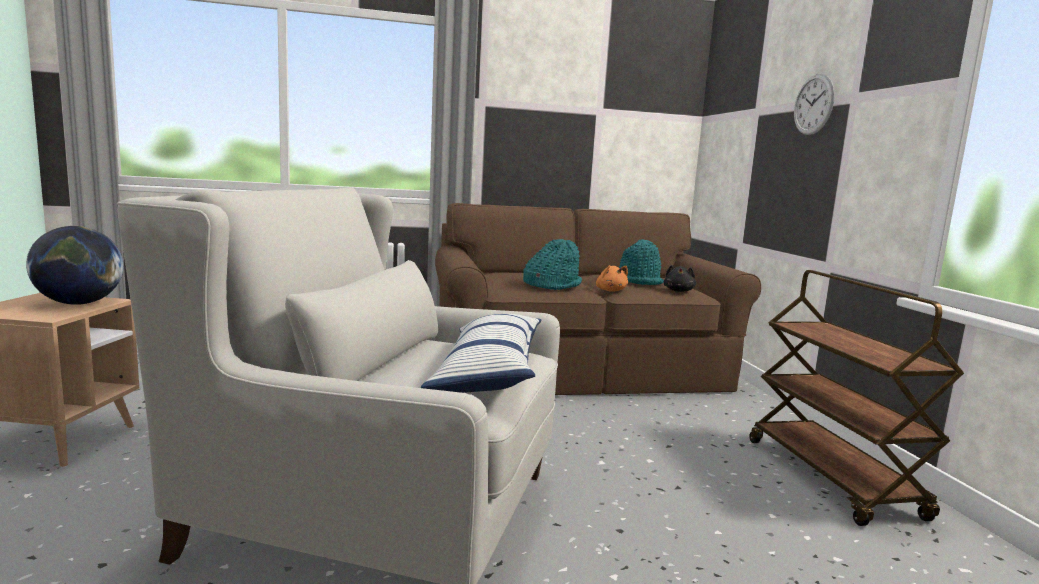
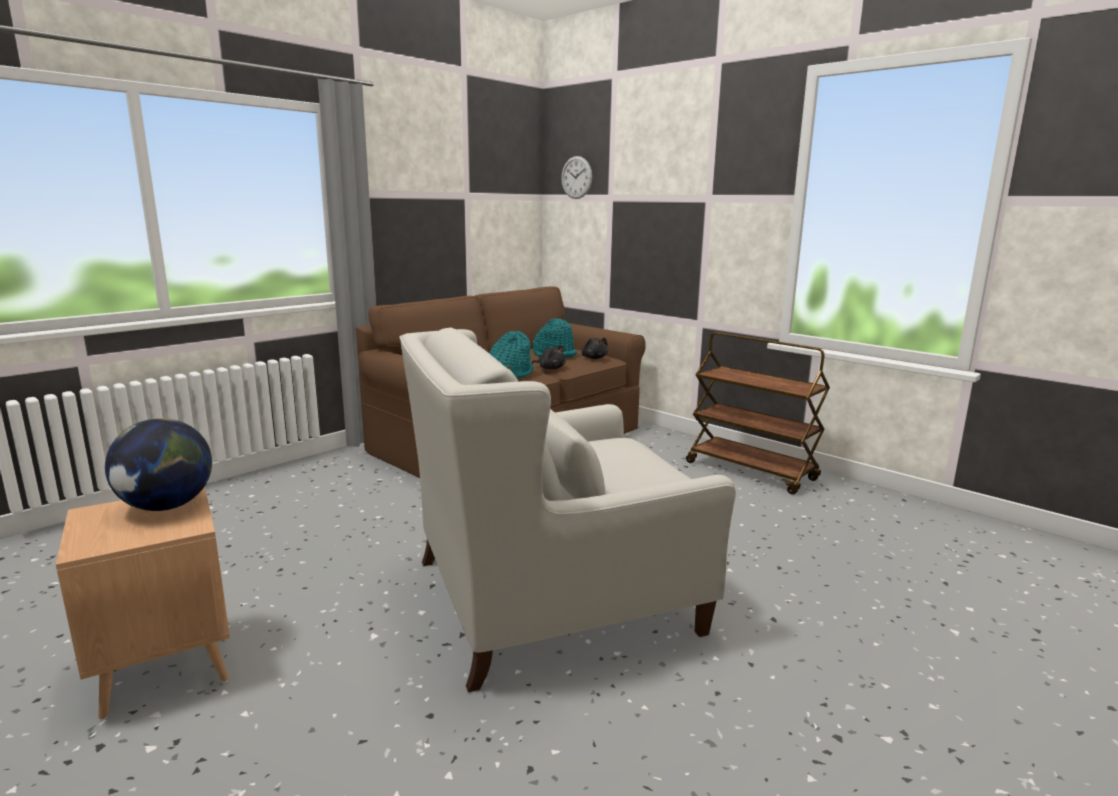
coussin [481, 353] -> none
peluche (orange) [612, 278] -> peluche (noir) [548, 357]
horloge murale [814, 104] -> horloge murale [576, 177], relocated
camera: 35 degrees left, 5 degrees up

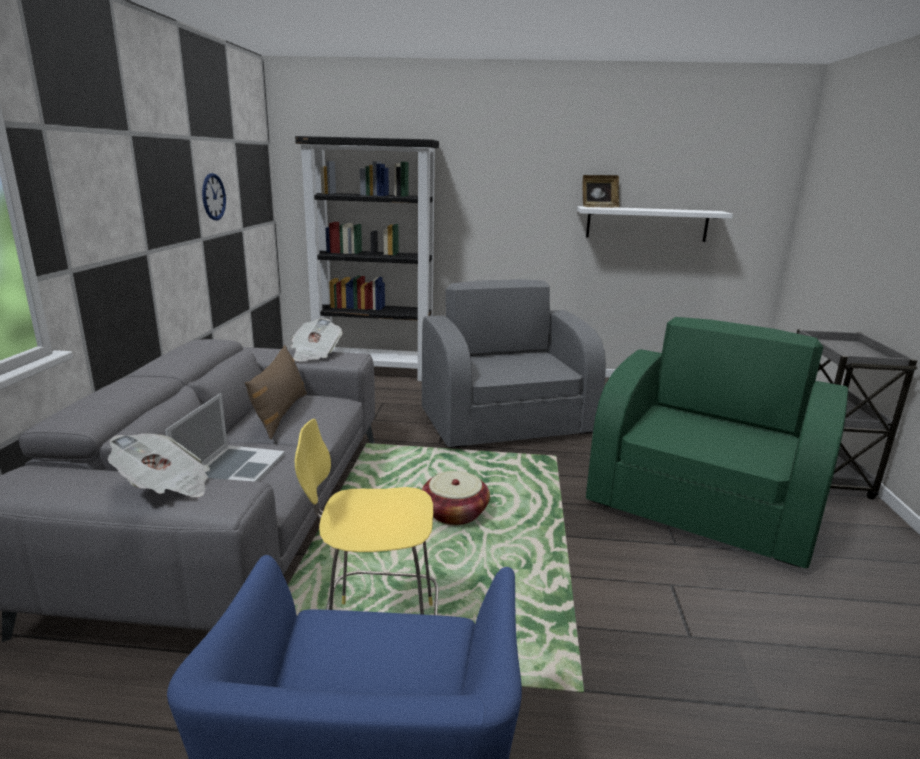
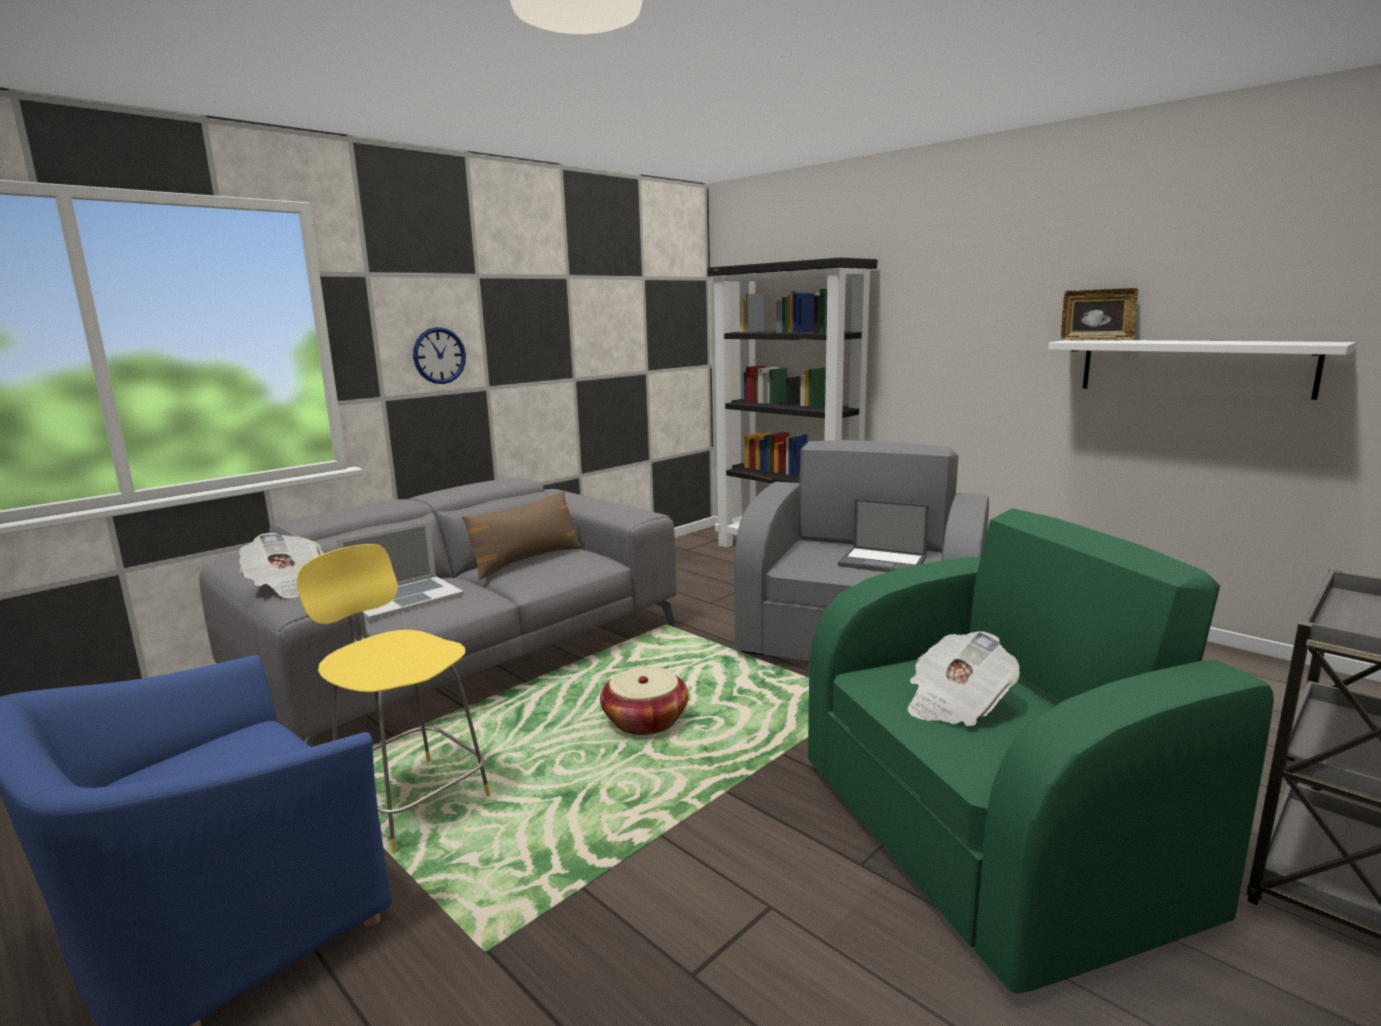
horloge murale [214, 196] -> horloge murale [439, 355], relocated
journal [316, 339] -> journal [964, 678], relocated
none -> ordinateur portable [883, 535]
camera: 40 degrees right, 5 degrees down

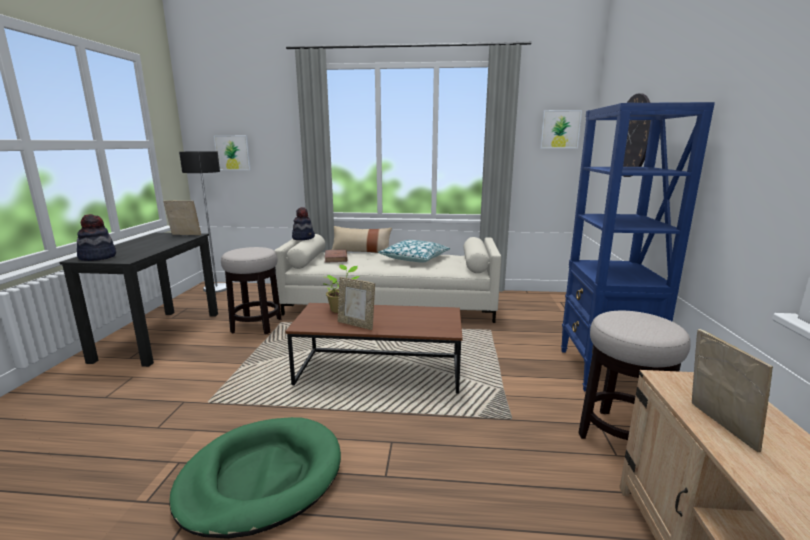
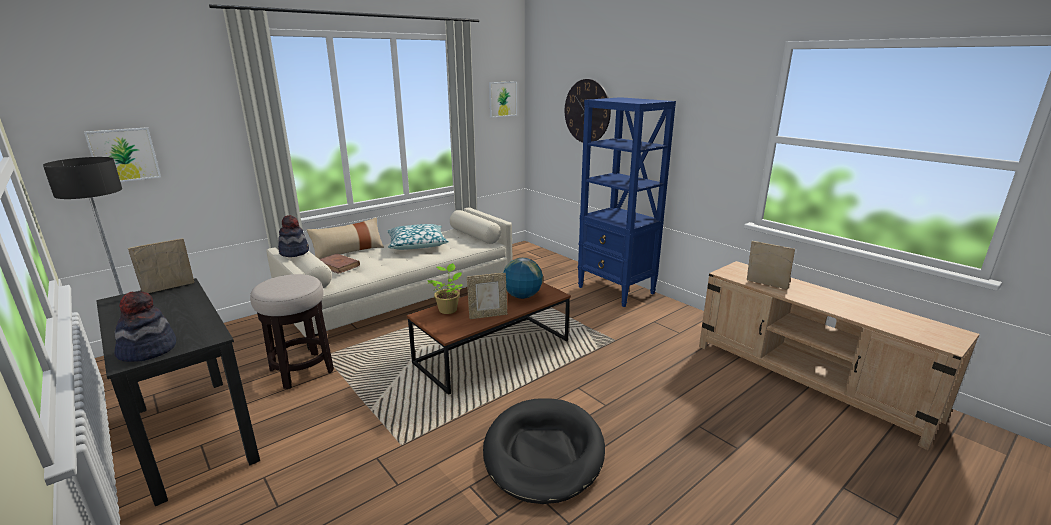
panier pour chien (vert) [255, 478] -> panier pour chien (noir) [544, 451]
tabouret [634, 375] -> none
none -> globe [523, 278]
camera: 45 degrees left, 5 degrees up

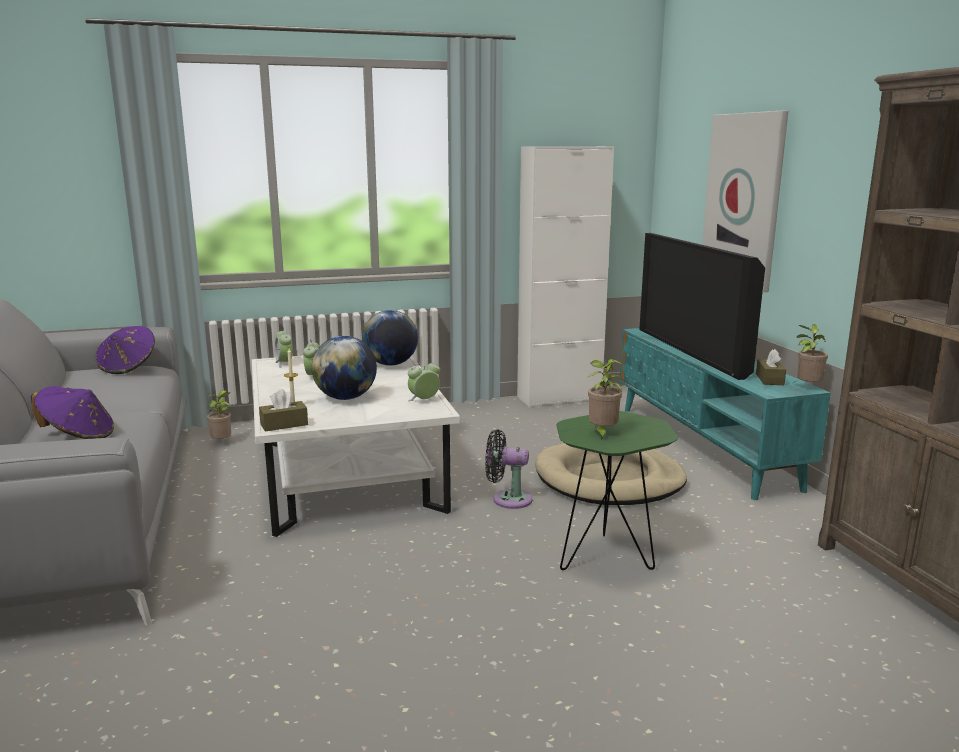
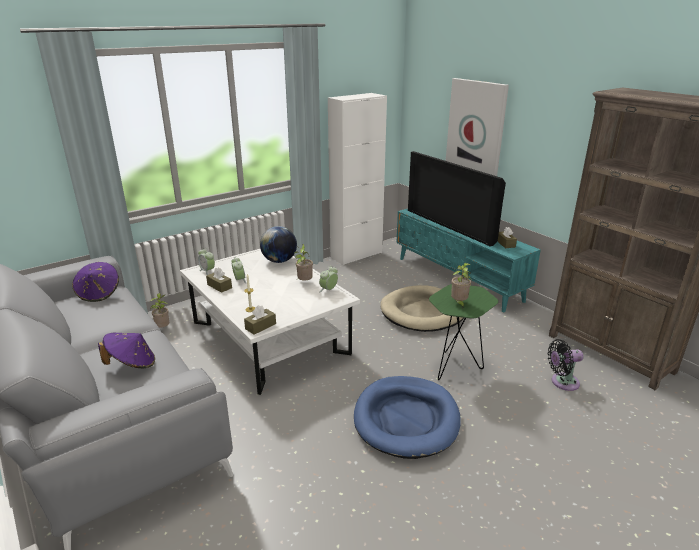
globe [344, 368] -> none
ventilateur (noir) [509, 469] -> ventilateur (noir) [565, 365], relocated
plante en pot [811, 353] -> plante en pot [303, 262], relocated
none -> boîte à mouchoirs (marron) [219, 280]
none -> panier pour chien (bleu) [407, 417]
camera: 20 degrees left, 10 degrees up

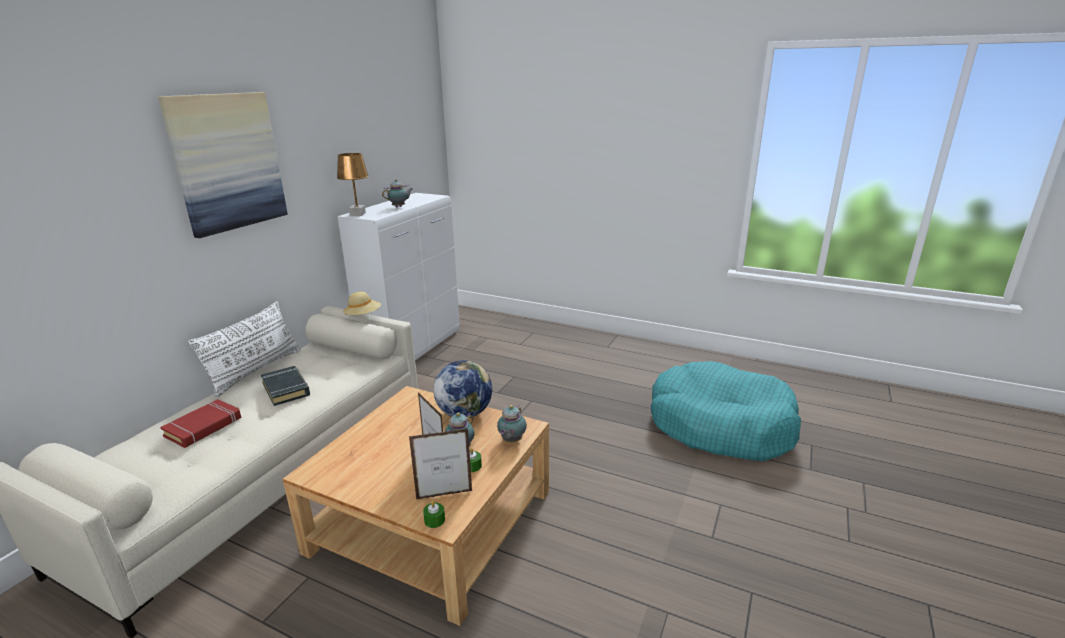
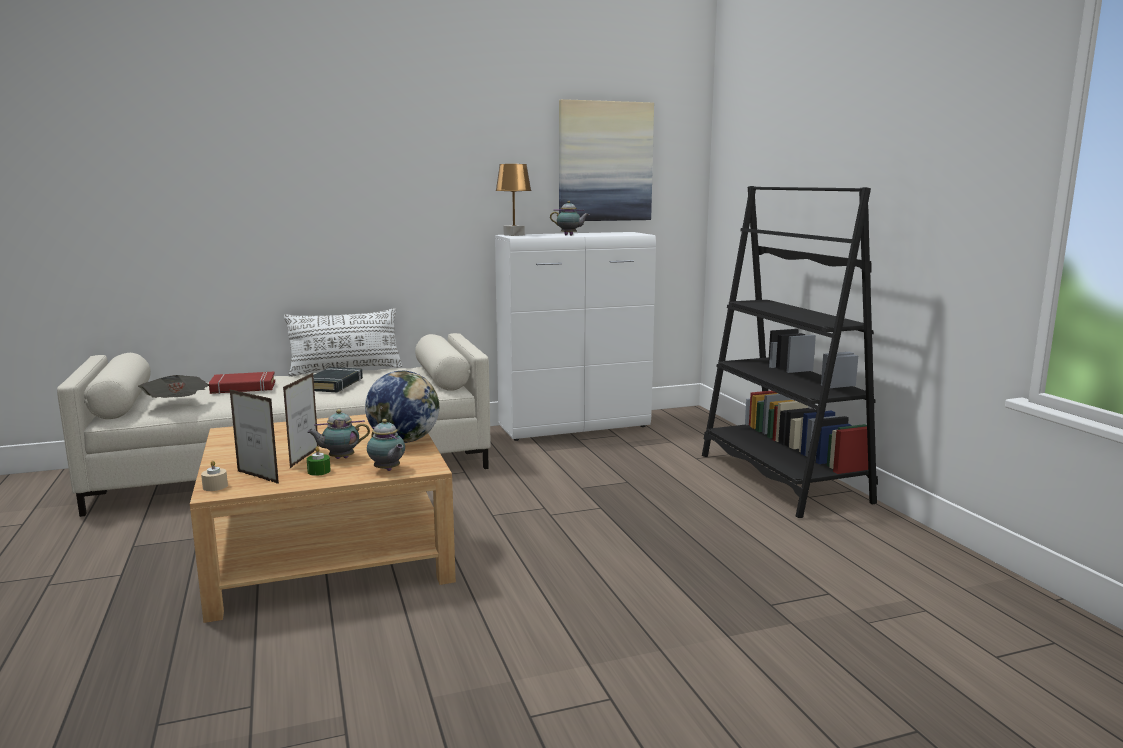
tableau [223, 165] -> tableau [606, 160], relocated
chapeau (beige) [362, 303] -> none
bougie (vert) [434, 514] -> bougie (beige) [214, 475]
théière [512, 424] -> théière [386, 445], 105 degrees counterclockwise
panier pour chien (turquoise) [726, 411] -> none
none -> journal [173, 386]
none -> bibliothèque (noir) [790, 352]
camera: 45 degrees right, 10 degrees down

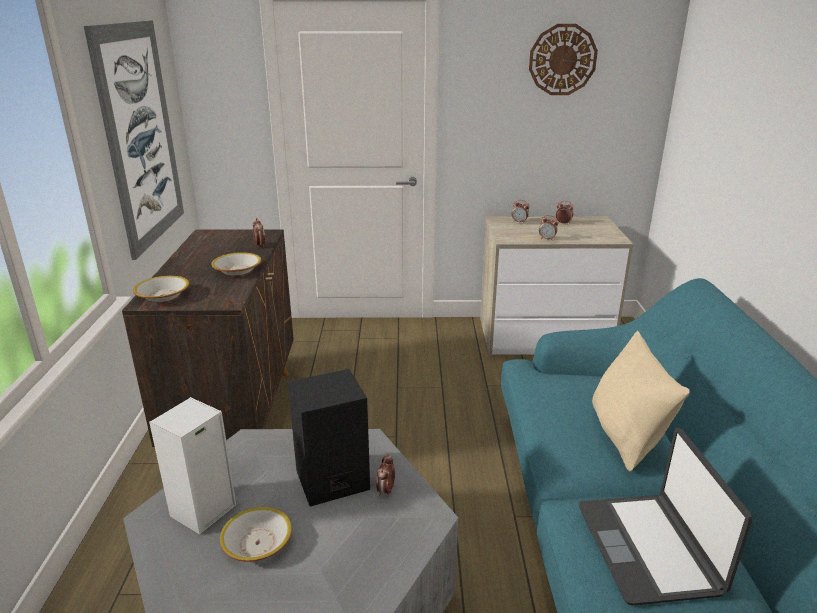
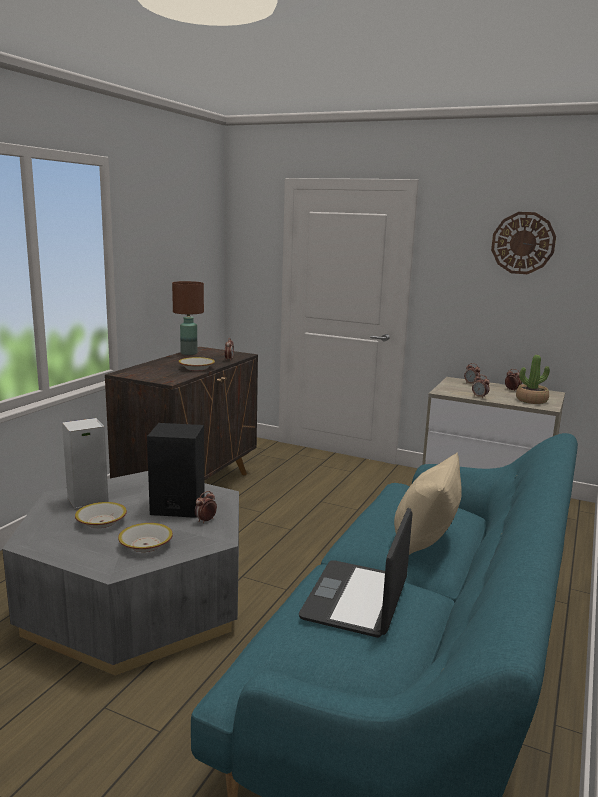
tableau [134, 140] -> none
bol [161, 289] -> bol [145, 537], relocated
none -> lampe de table (marron) [188, 318]
none -> plante en pot [533, 379]
camera: 25 degrees right, 10 degrees down

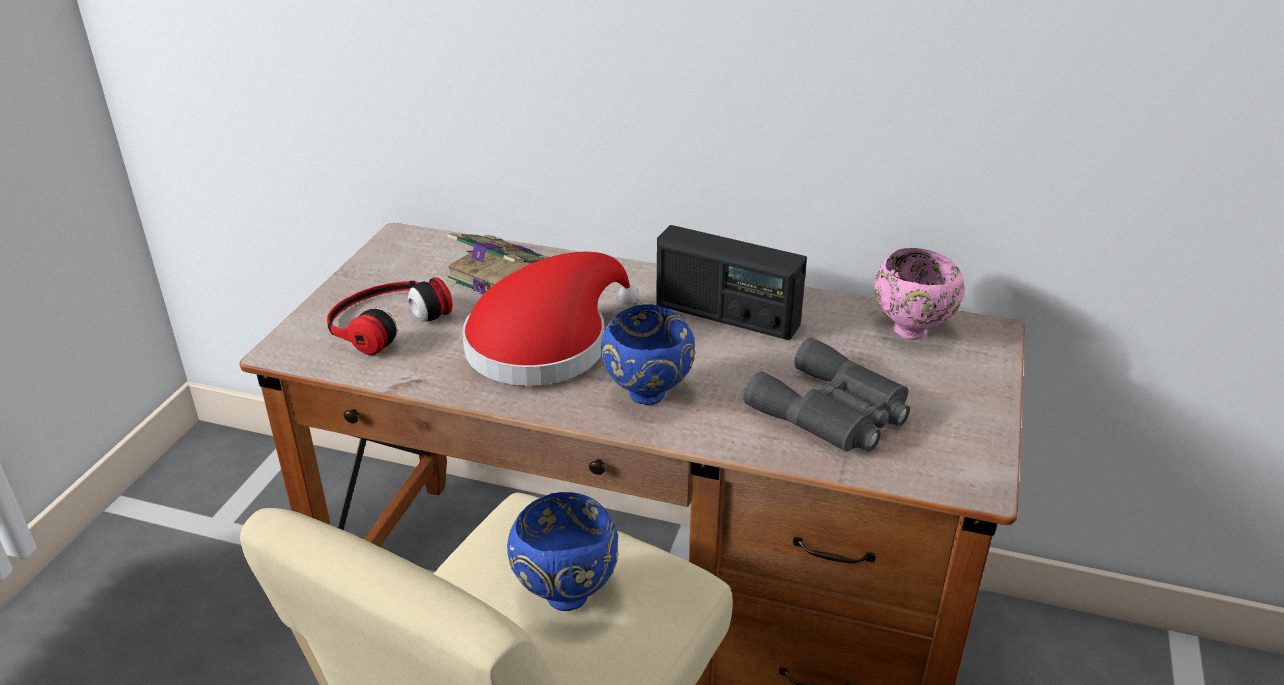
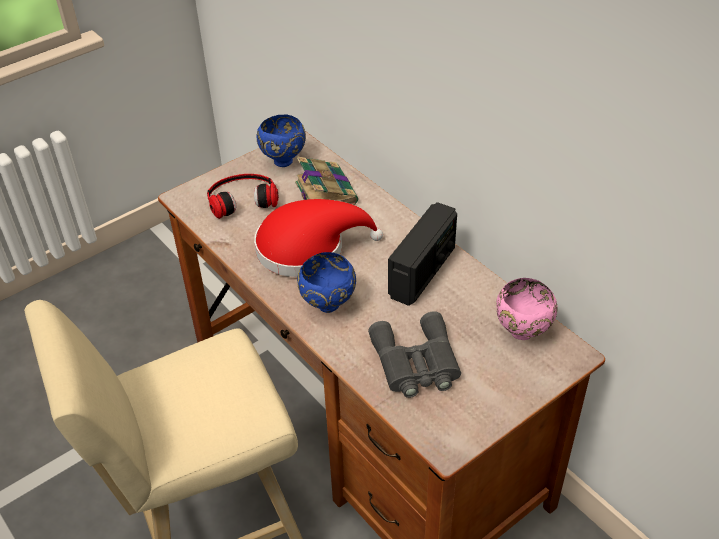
bol (bleu) [562, 551] -> bol (bleu) [281, 141], relocated
radio [731, 282] -> radio [422, 254], 120 degrees counterclockwise
camera: 35 degrees right, 10 degrees up

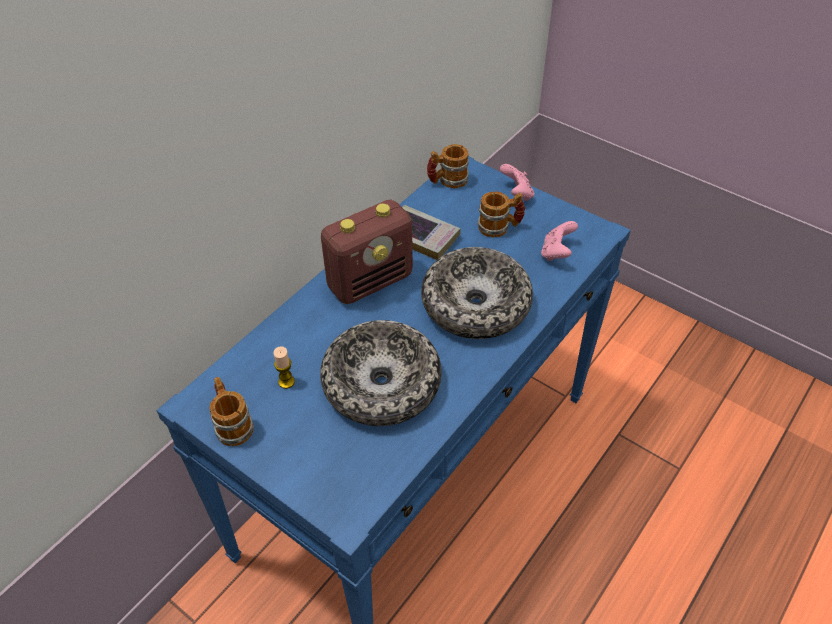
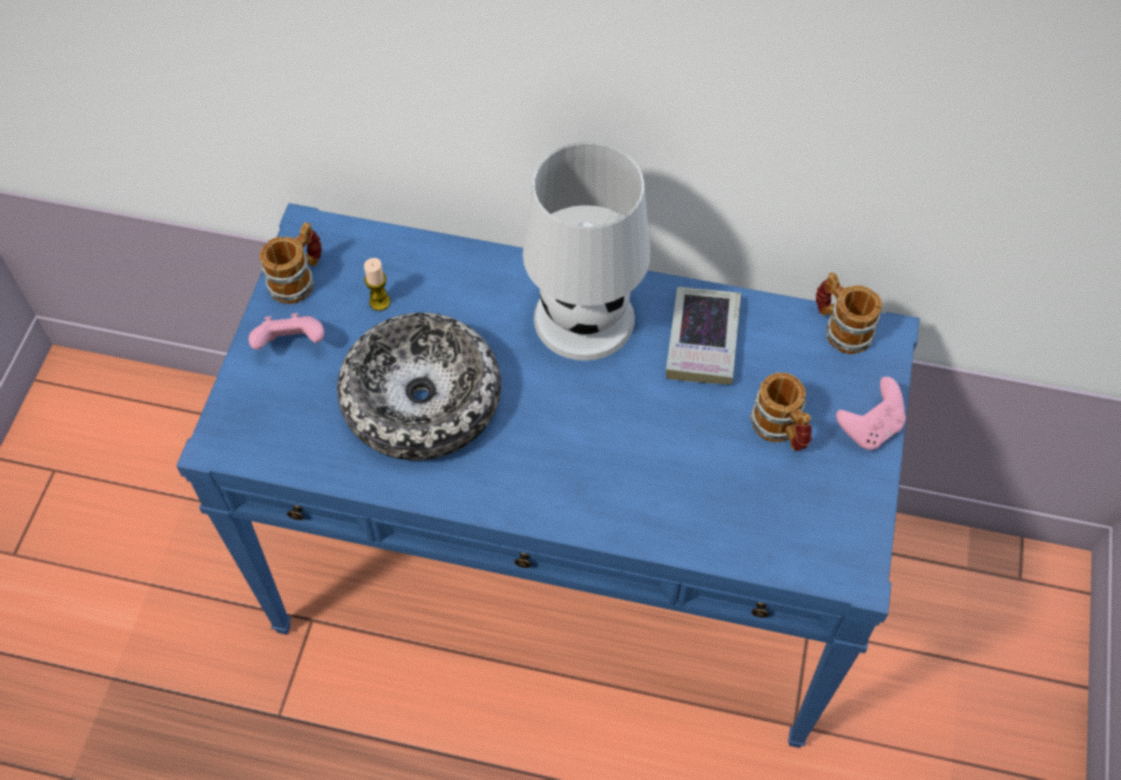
radio [367, 251] -> lampe de table (blanc) [586, 251]
bol [477, 293] -> none
manette (rose) [559, 241] -> manette (rose) [286, 331], relocated
camera: 65 degrees right, 10 degrees up

